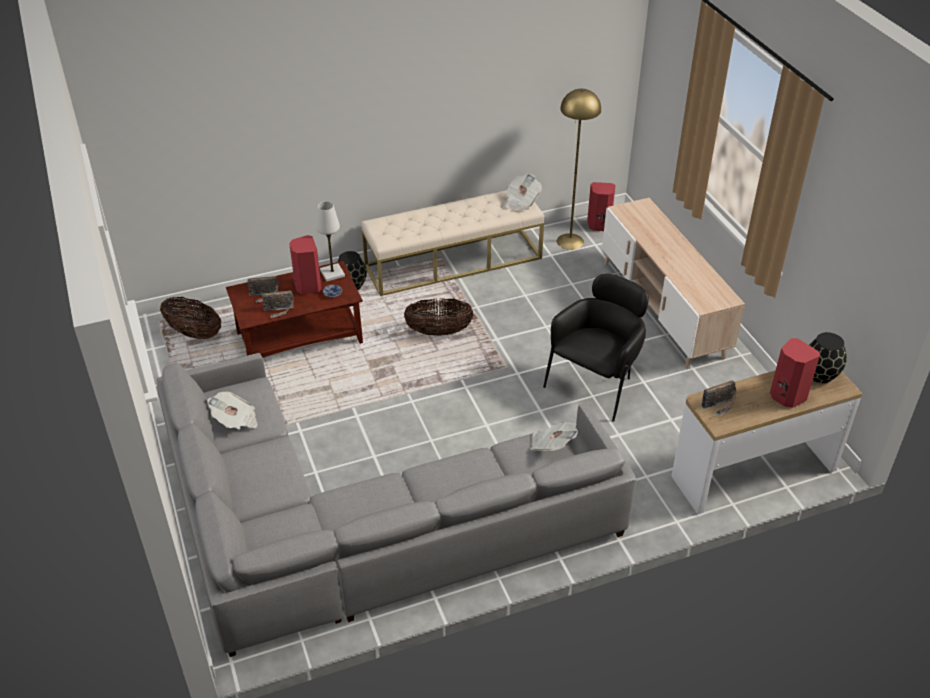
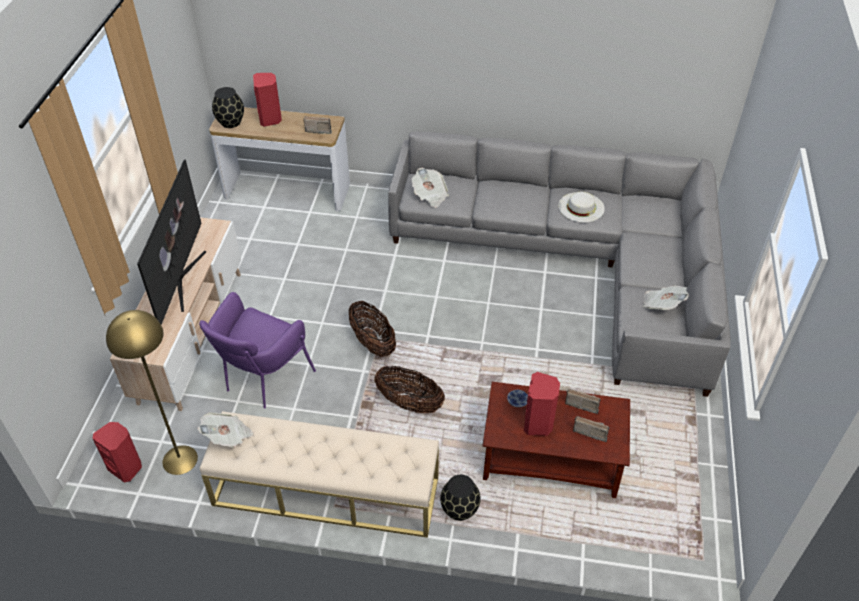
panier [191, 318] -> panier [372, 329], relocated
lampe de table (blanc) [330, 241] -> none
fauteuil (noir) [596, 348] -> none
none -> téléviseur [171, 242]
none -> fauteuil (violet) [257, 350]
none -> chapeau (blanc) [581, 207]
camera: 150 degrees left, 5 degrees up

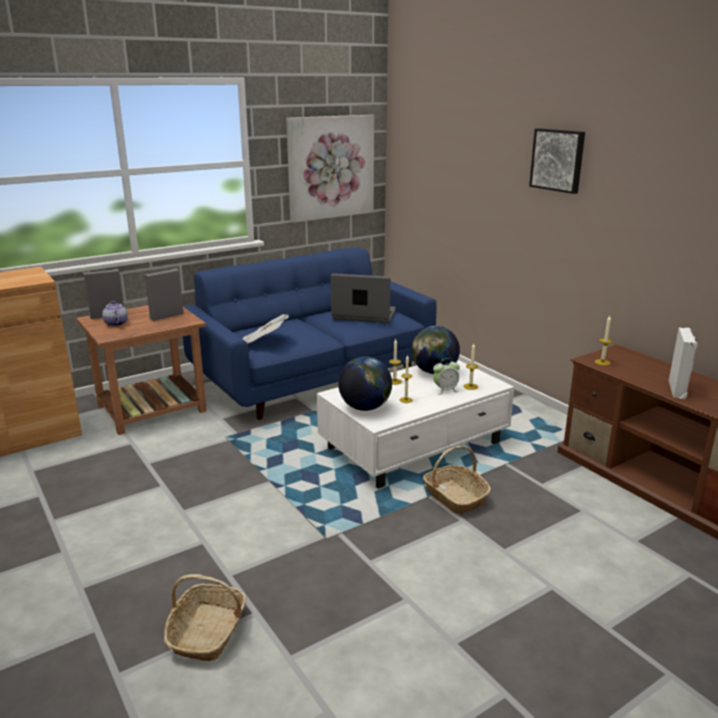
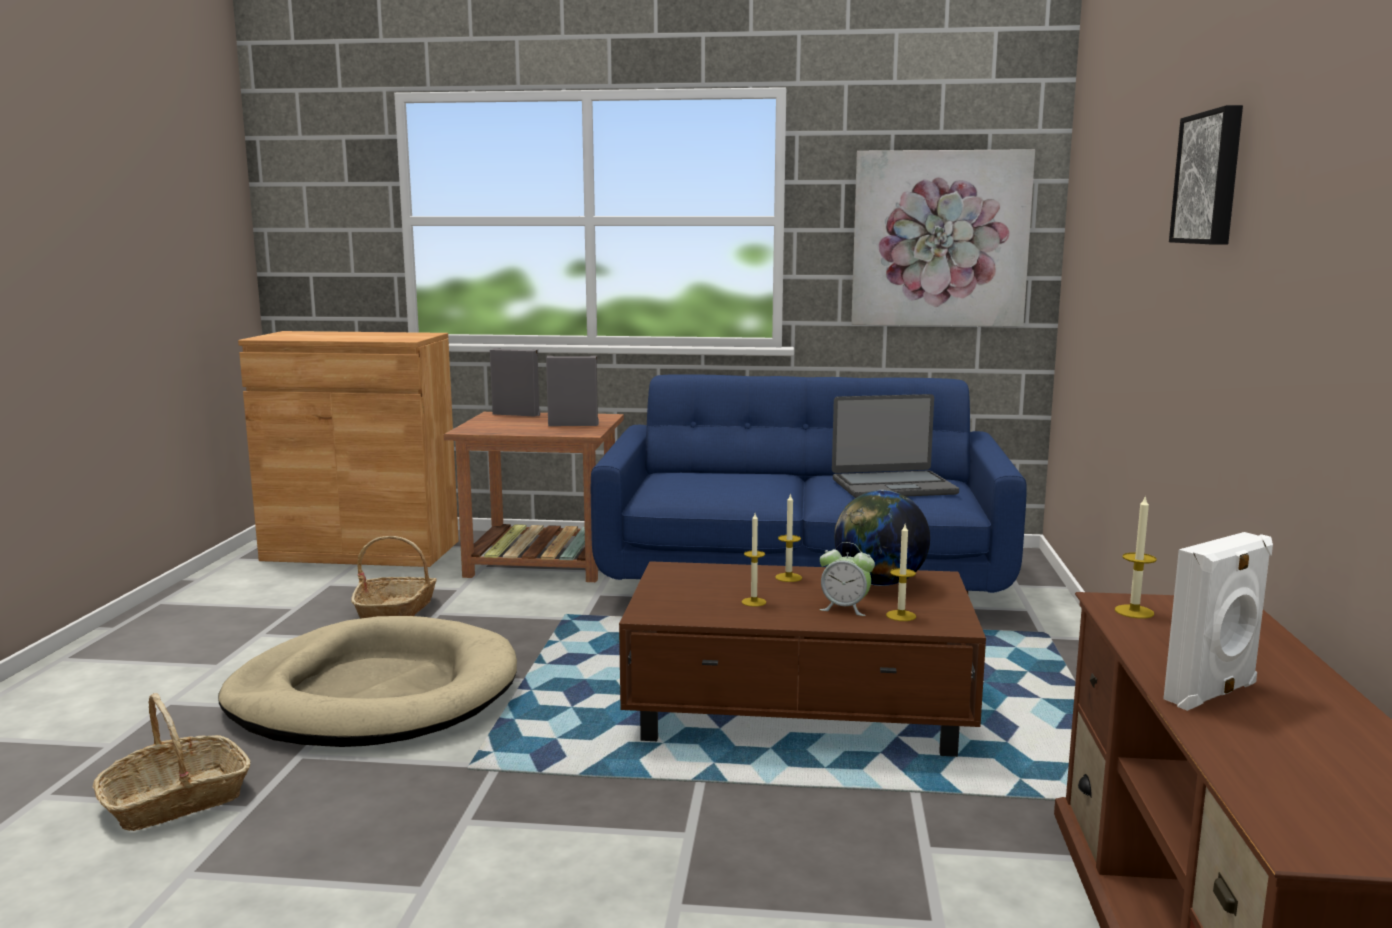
théière [115, 313] -> none
journal [265, 329] -> none
table basse (blanc) [415, 424] -> table basse (marron) [802, 659]
ordinateur portable [363, 298] -> ordinateur portable [895, 446], 120 degrees clockwise
globe [365, 384] -> none
panier [457, 480] -> panier [394, 577], relocated
none -> panier pour chien (beige) [367, 681]
camera: 40 degrees right, 10 degrees down

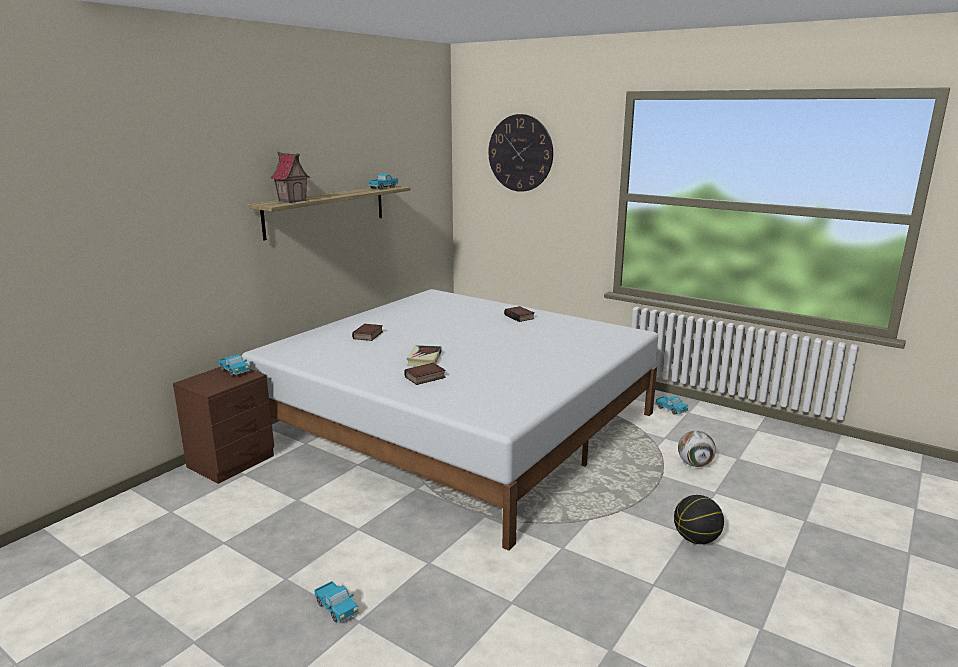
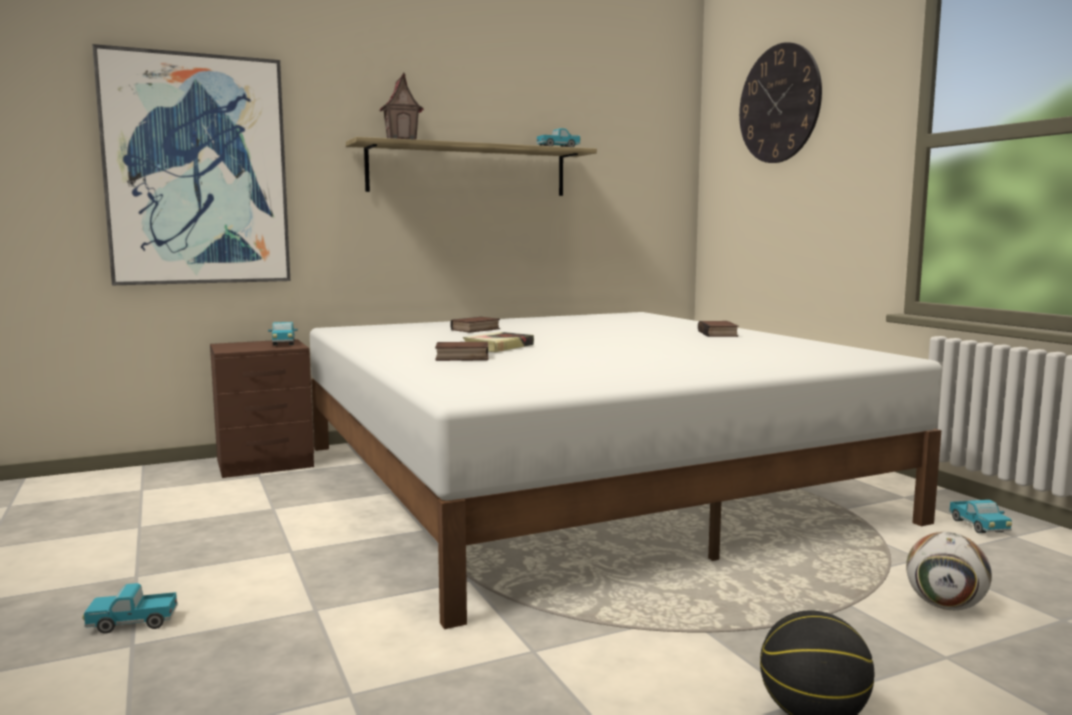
camion jouet [336, 602] -> camion jouet [130, 608], 90 degrees clockwise
none -> tableau [191, 164]
camera: 30 degrees right, 10 degrees down

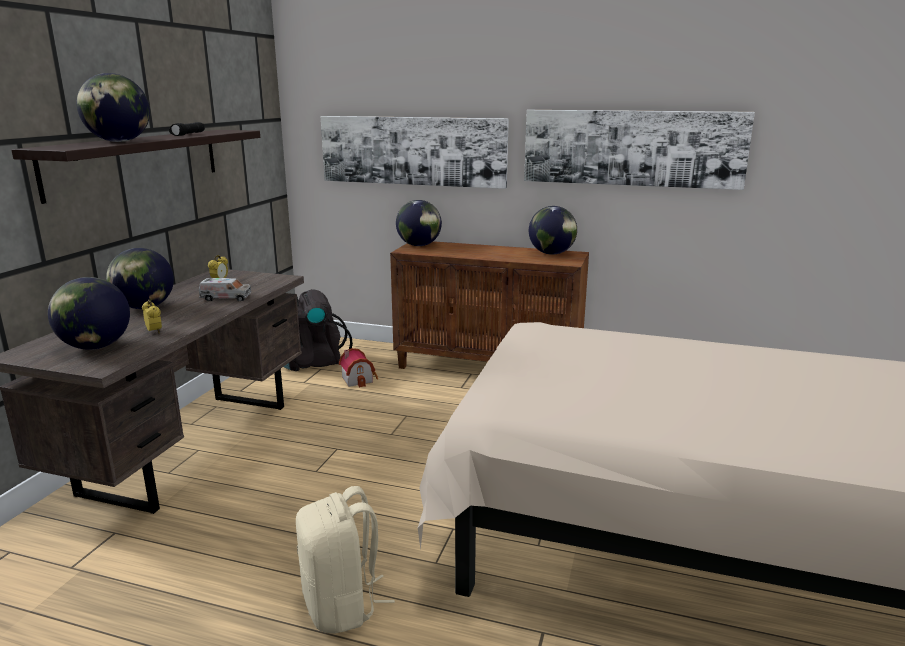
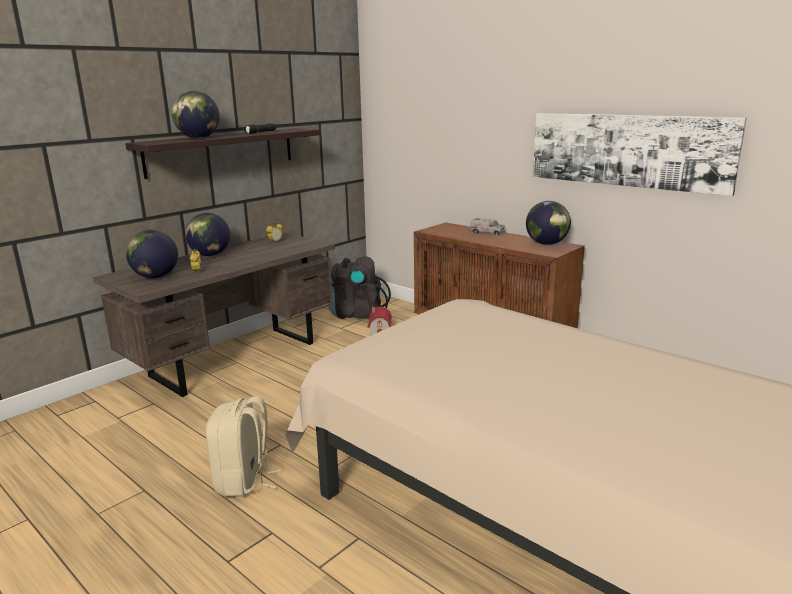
camion jouet [225, 289] -> camion jouet [487, 226], relocated
tableau [415, 152] -> none
globe [419, 223] -> none
camera: 25 degrees right, 0 degrees up

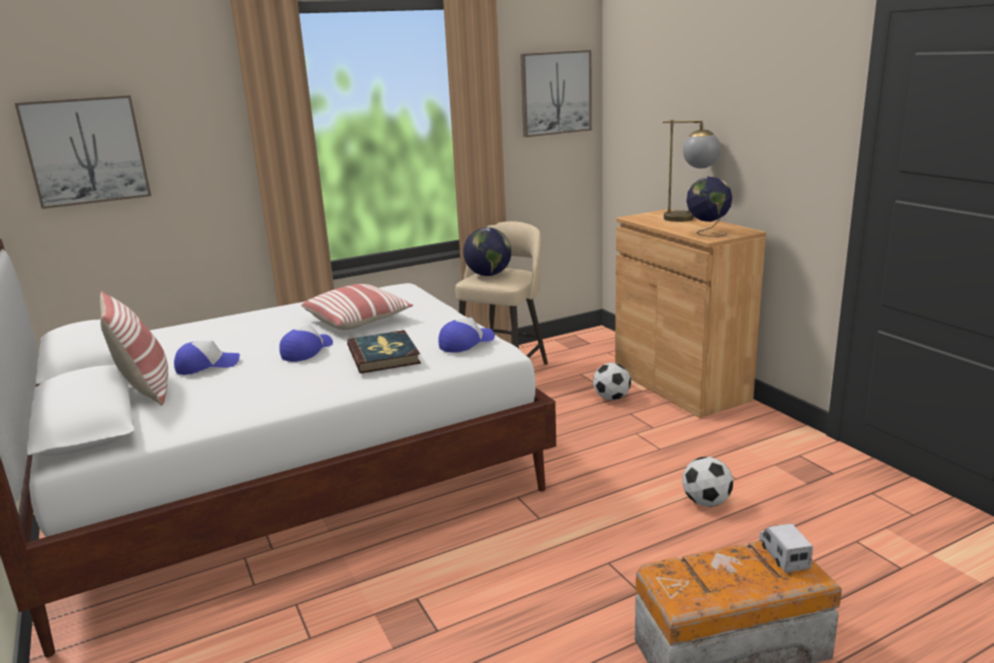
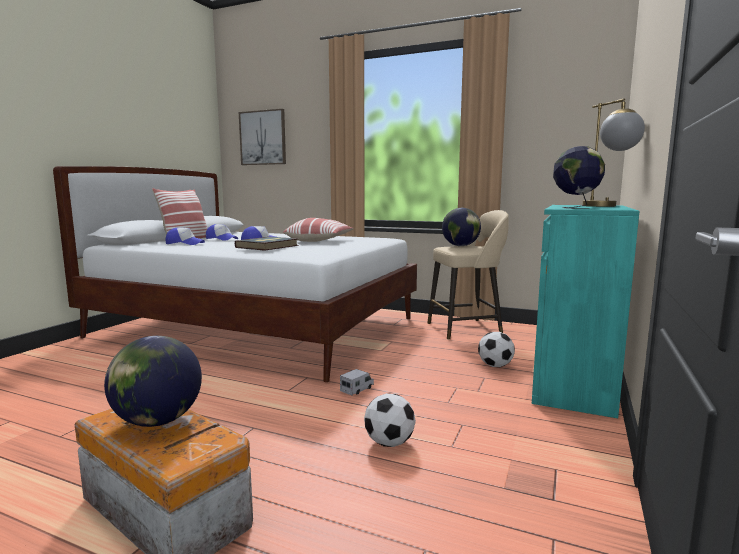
casquette [466, 335] -> casquette [185, 236], relocated
tableau [556, 93] -> none
meuble de rangement (marron) [690, 313] -> meuble de rangement (turquoise) [585, 311]
camion jouet [786, 548] -> camion jouet [357, 382], relocated
none -> globe [153, 381]
camera: 50 degrees right, 10 degrees down

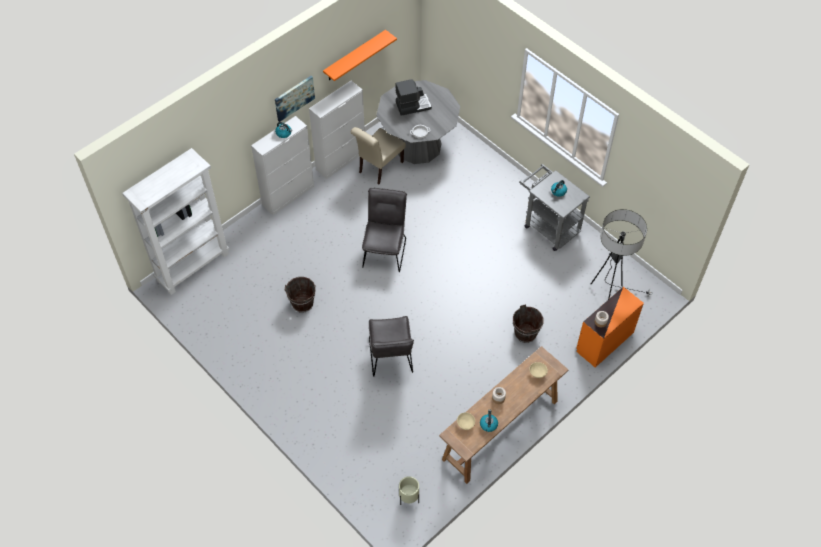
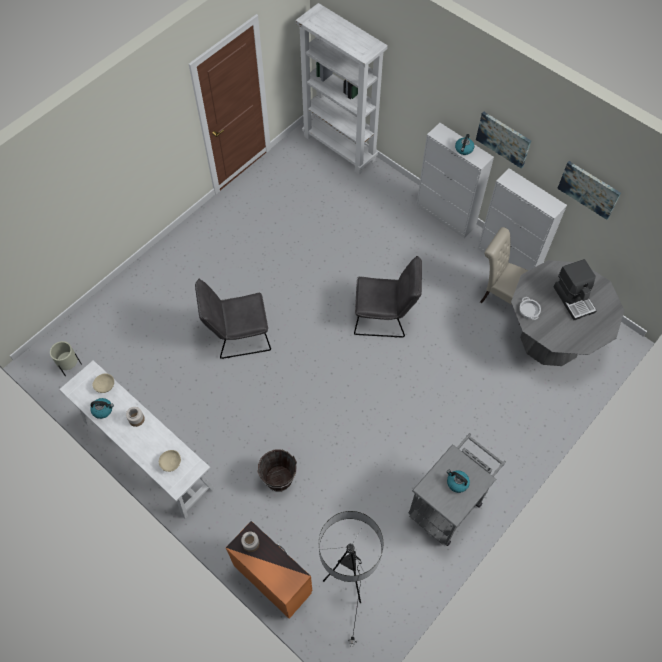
seau (marron) [300, 295] -> none
étagère (orange) [360, 55] -> tableau [589, 190]
table console (marron) [504, 415] -> table console (blanc) [137, 439]
camera: 85 degrees right, 5 degrees up

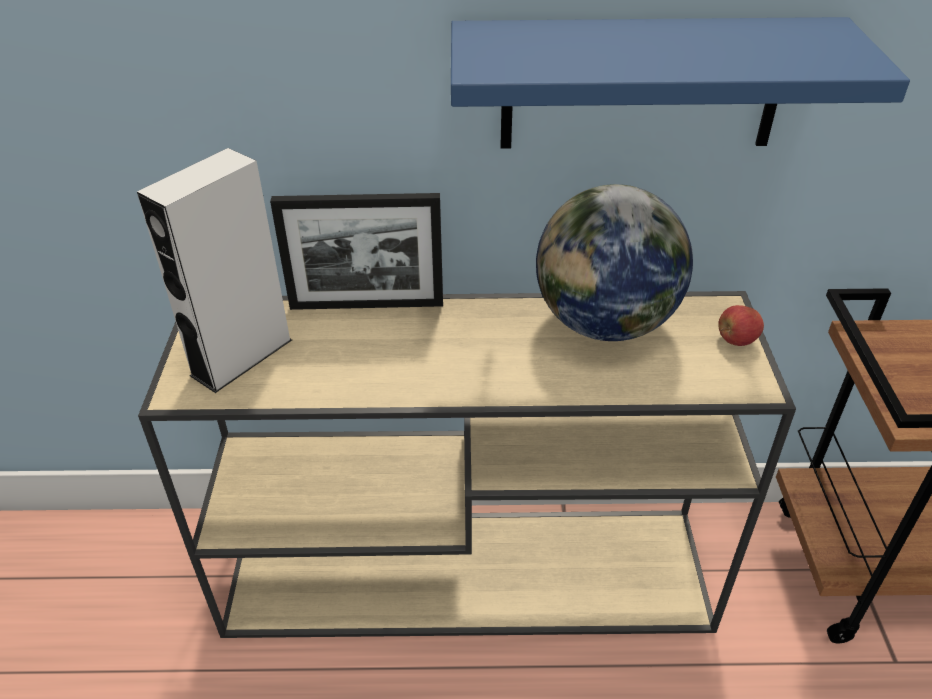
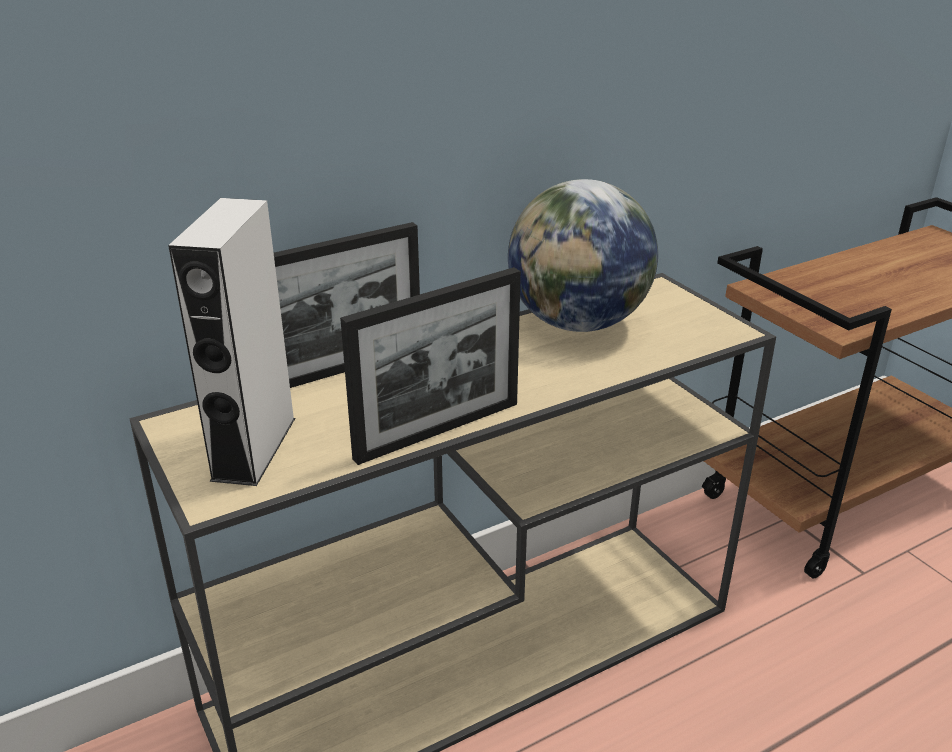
étagère (bleu) [680, 82] -> none
pomme [741, 325] -> none
none -> cadre photo [430, 366]
camera: 30 degrees left, 10 degrees down

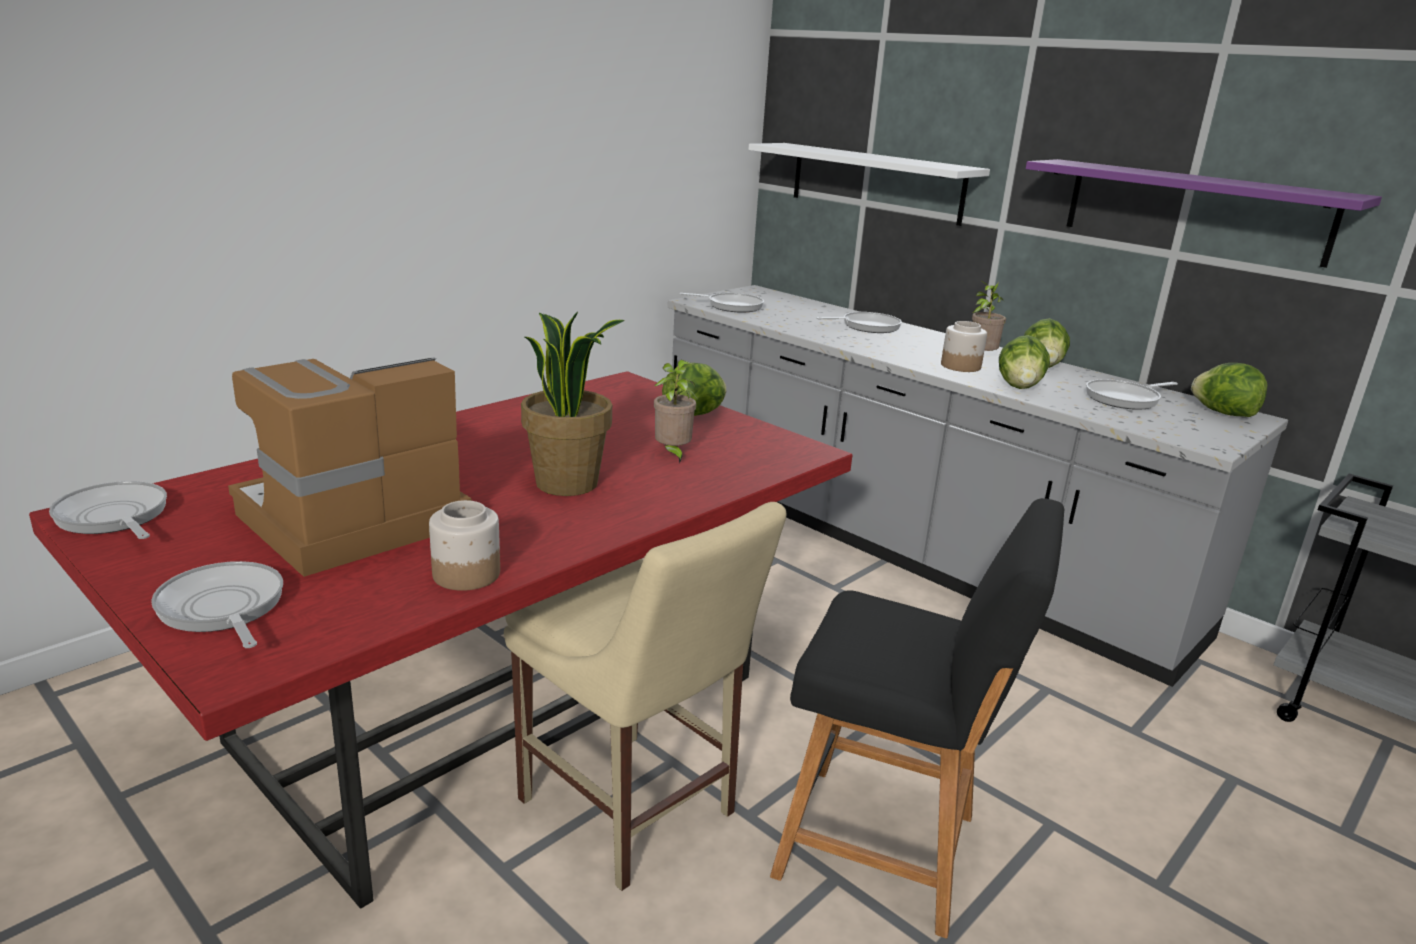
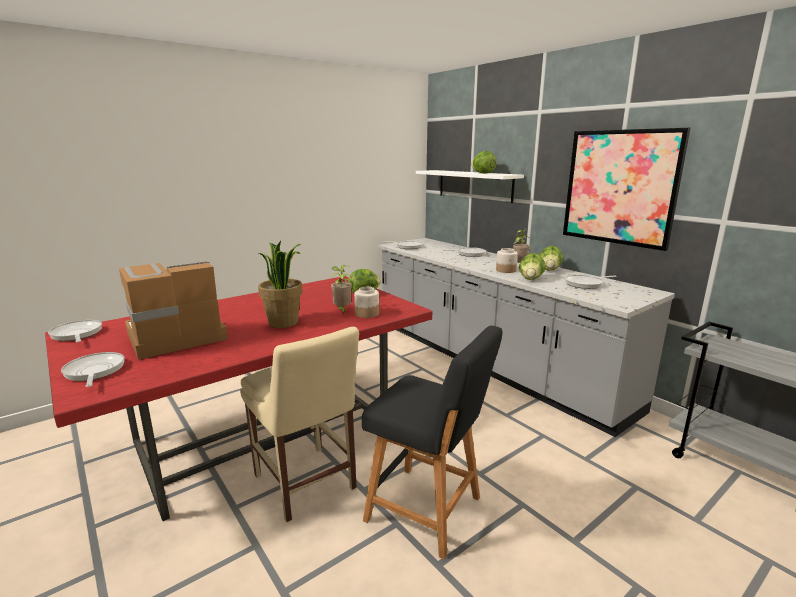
bocal [464, 545] -> bocal [366, 302], relocated
étagère (violet) [1204, 213] -> tableau [627, 189]
laitue [1229, 390] -> laitue [484, 162], relocated
camera: 10 degrees right, 5 degrees down

